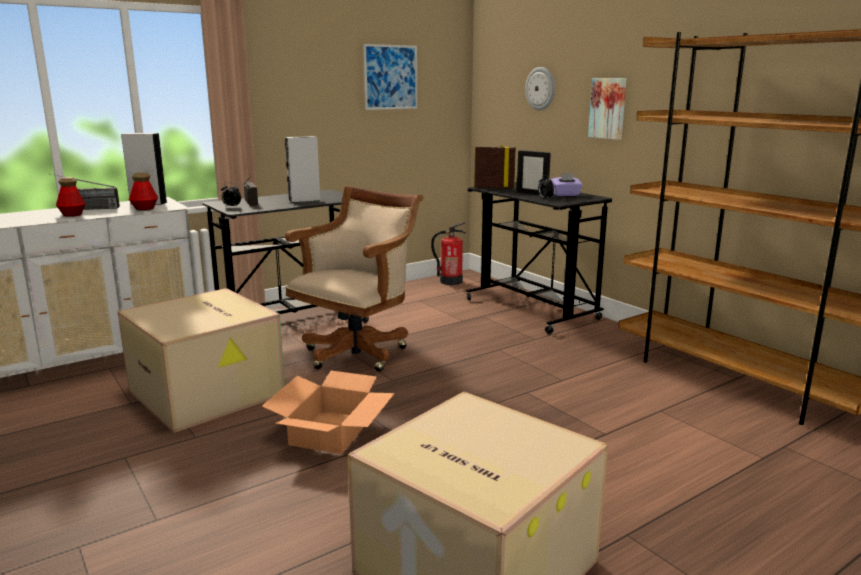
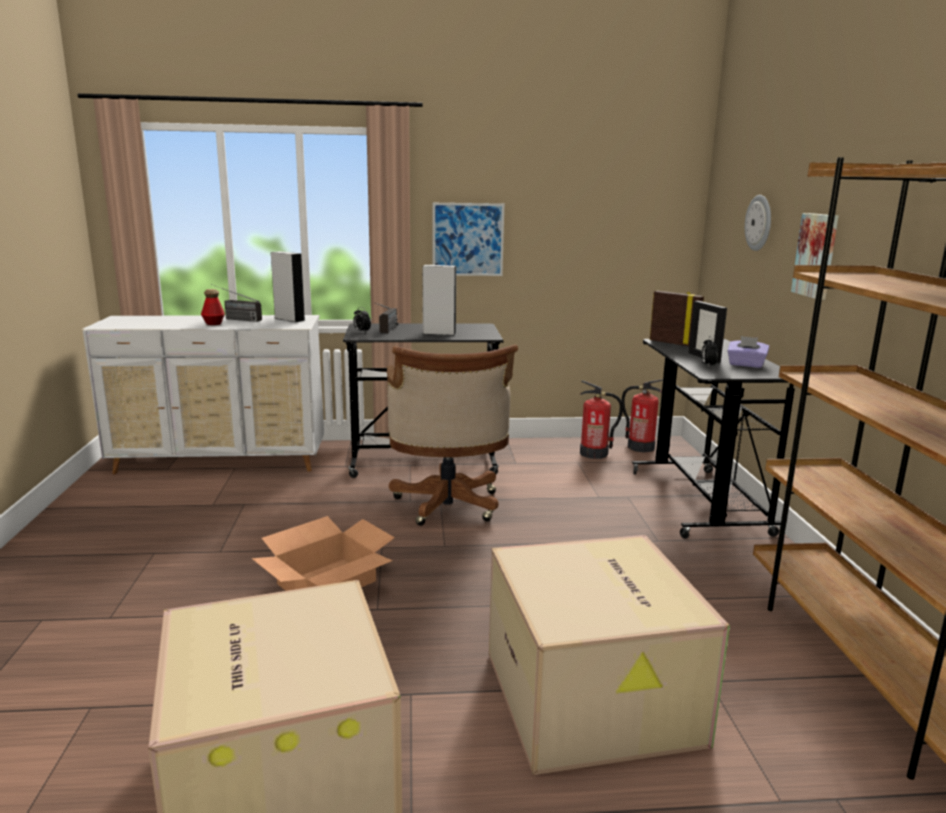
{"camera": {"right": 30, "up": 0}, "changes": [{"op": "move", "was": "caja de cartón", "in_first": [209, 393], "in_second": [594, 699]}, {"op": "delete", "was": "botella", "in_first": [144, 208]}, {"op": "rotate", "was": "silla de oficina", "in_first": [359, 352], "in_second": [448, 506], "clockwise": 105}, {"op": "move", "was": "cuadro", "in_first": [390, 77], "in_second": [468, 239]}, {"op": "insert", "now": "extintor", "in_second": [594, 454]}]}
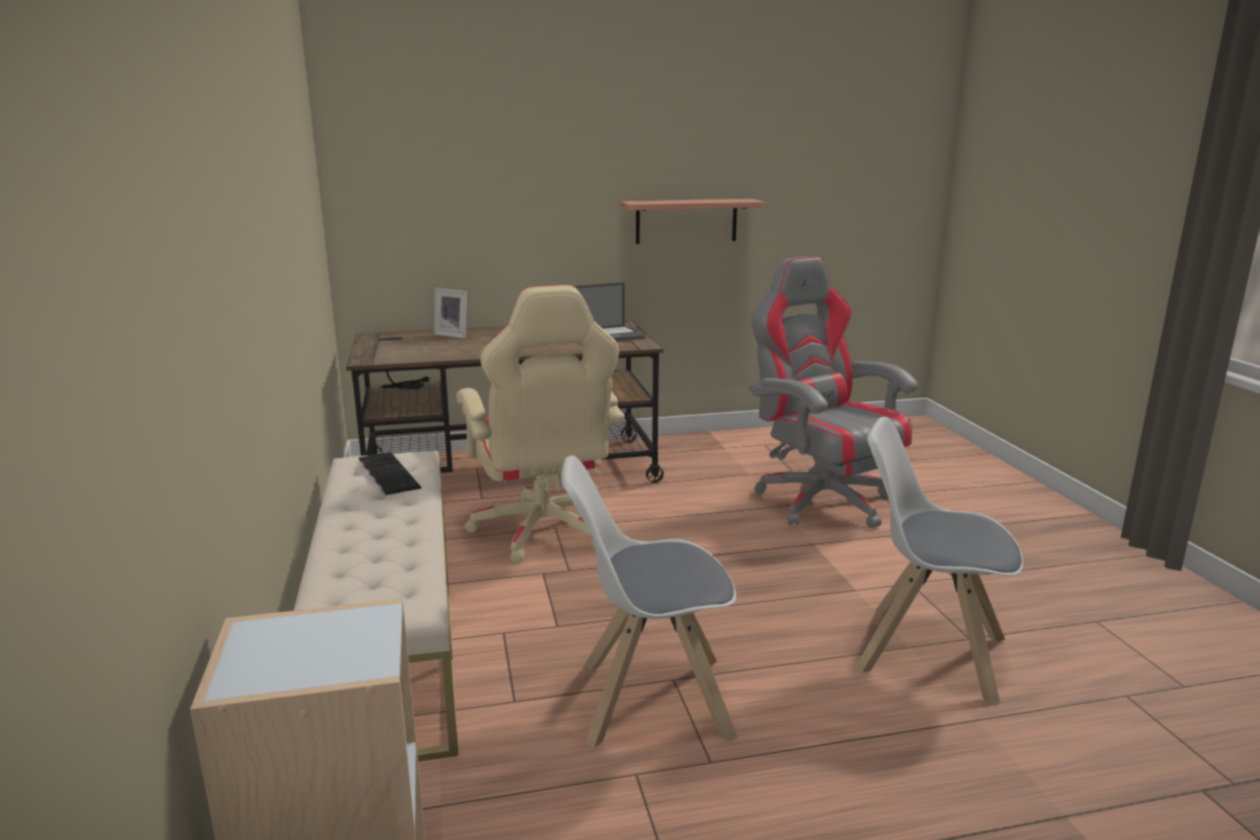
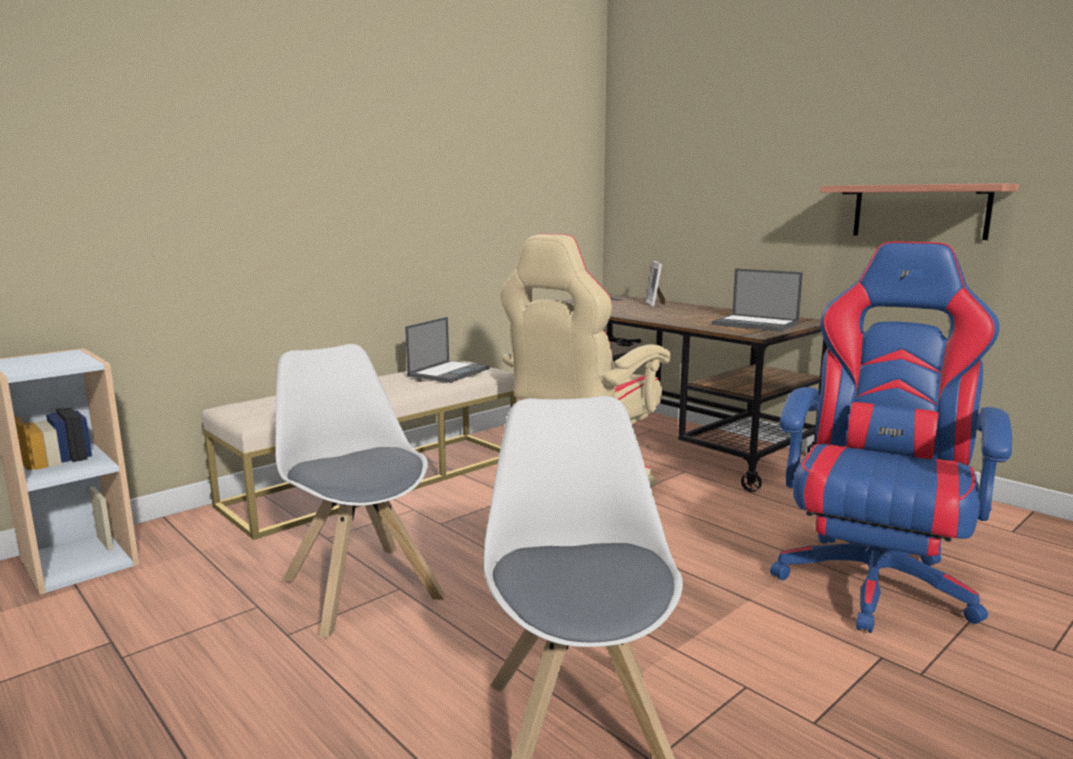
{"camera": {"right": 60, "up": -5}, "changes": [{"op": "replace", "was": "teclado", "now": "portátil", "in_first": [386, 473], "in_second": [449, 372]}, {"op": "recolor", "was": "silla de oficina [gris]", "now": "silla de oficina [azul]", "in_first": [824, 502], "in_second": [873, 584]}]}
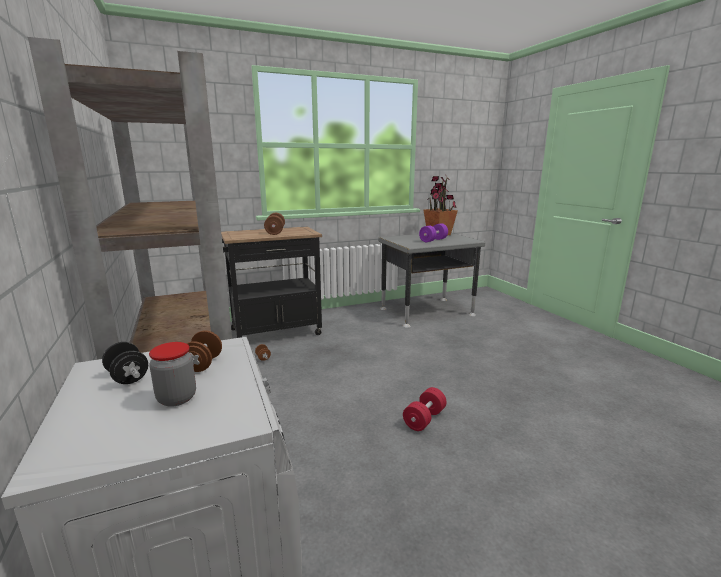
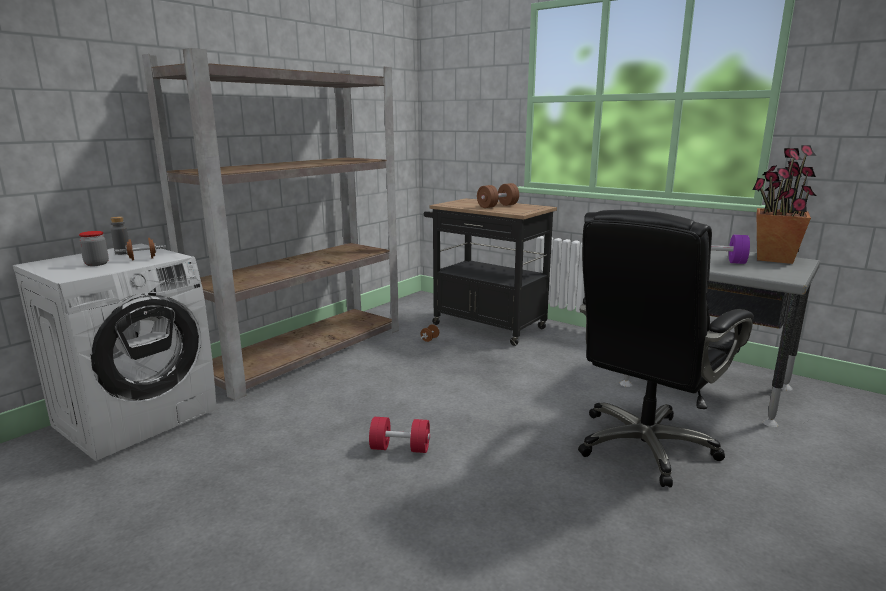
{"camera": {"right": 60, "up": 0}, "changes": [{"op": "replace", "was": "mancuerna [negro]", "now": "botella [gris]", "in_first": [128, 377], "in_second": [122, 253]}, {"op": "insert", "now": "silla de oficina [negro]", "in_second": [645, 443]}]}
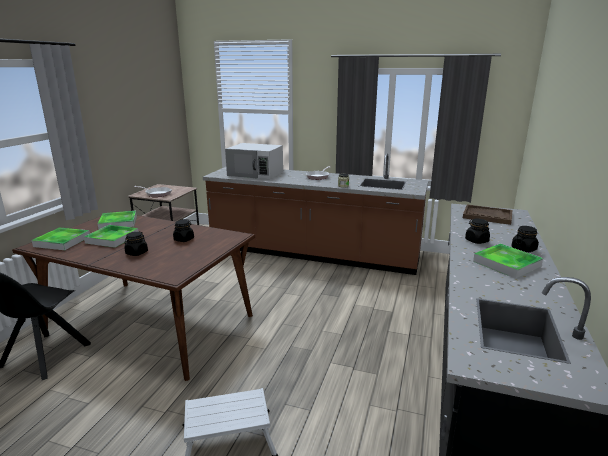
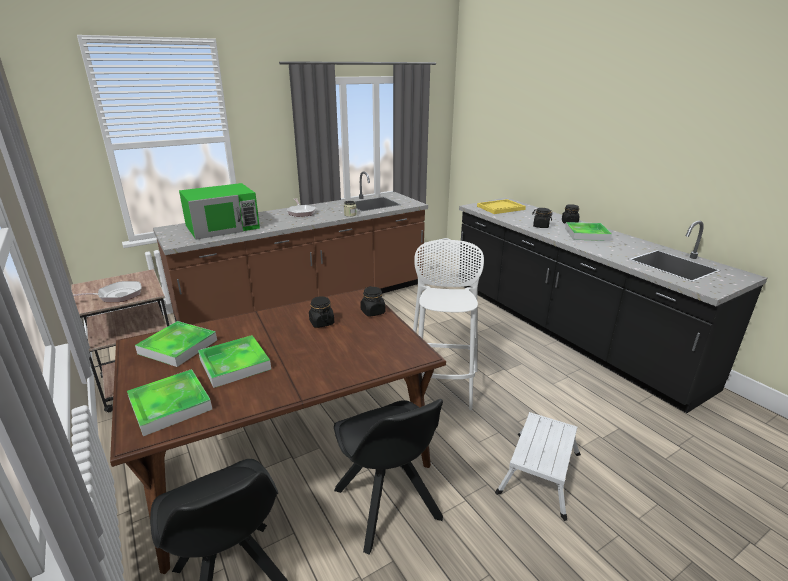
{"camera": {"right": -50, "up": 5}, "changes": [{"op": "move", "was": "tarro [negro]", "in_first": [136, 253], "in_second": [373, 312]}, {"op": "recolor", "was": "microondas [blanco]", "now": "microondas [verde]", "in_first": [256, 173], "in_second": [223, 227]}, {"op": "recolor", "was": "bandeja [marrón]", "now": "bandeja [amarillo]", "in_first": [487, 216], "in_second": [500, 208]}, {"op": "insert", "now": "silla [negro]", "in_second": [388, 506]}, {"op": "insert", "now": "taburete [blanco]", "in_second": [442, 385]}]}
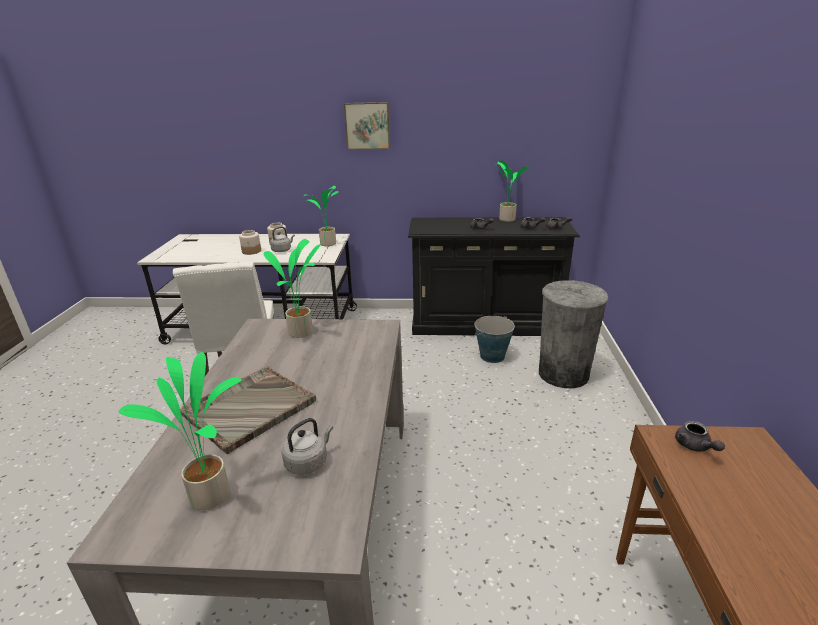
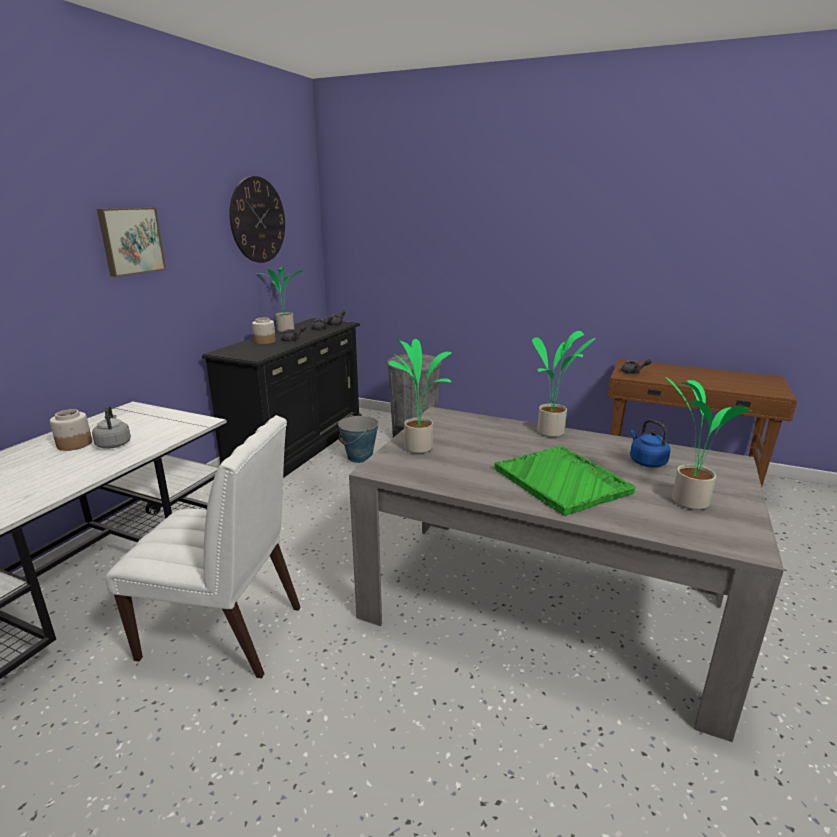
{"camera": {"right": -70, "up": -5}, "changes": [{"op": "recolor", "was": "bandeja [gris]", "now": "bandeja [verde]", "in_first": [248, 409], "in_second": [562, 481]}, {"op": "move", "was": "tarro", "in_first": [251, 251], "in_second": [265, 341]}, {"op": "recolor", "was": "hervidor [gris]", "now": "hervidor [azul]", "in_first": [308, 462], "in_second": [646, 462]}, {"op": "move", "was": "planta en maceta", "in_first": [328, 244], "in_second": [552, 432]}, {"op": "insert", "now": "reloj de pared", "in_second": [258, 220]}]}
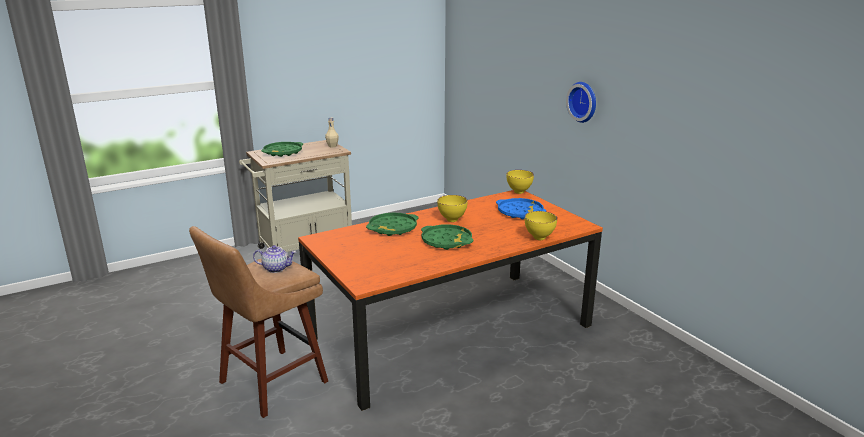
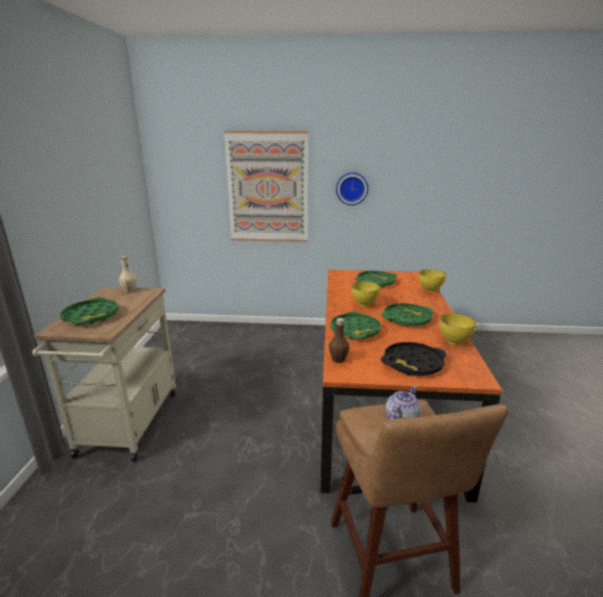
{"camera": {"right": -55, "up": 0}, "changes": [{"op": "recolor", "was": "bandeja [azul]", "now": "bandeja [verde]", "in_first": [520, 212], "in_second": [375, 282]}, {"op": "move", "was": "cuenco [amarillo]", "in_first": [518, 192], "in_second": [453, 343]}, {"op": "insert", "now": "cuadro", "in_second": [267, 188]}, {"op": "insert", "now": "botella [marrón]", "in_second": [338, 359]}, {"op": "insert", "now": "bandeja [negro]", "in_second": [413, 363]}]}
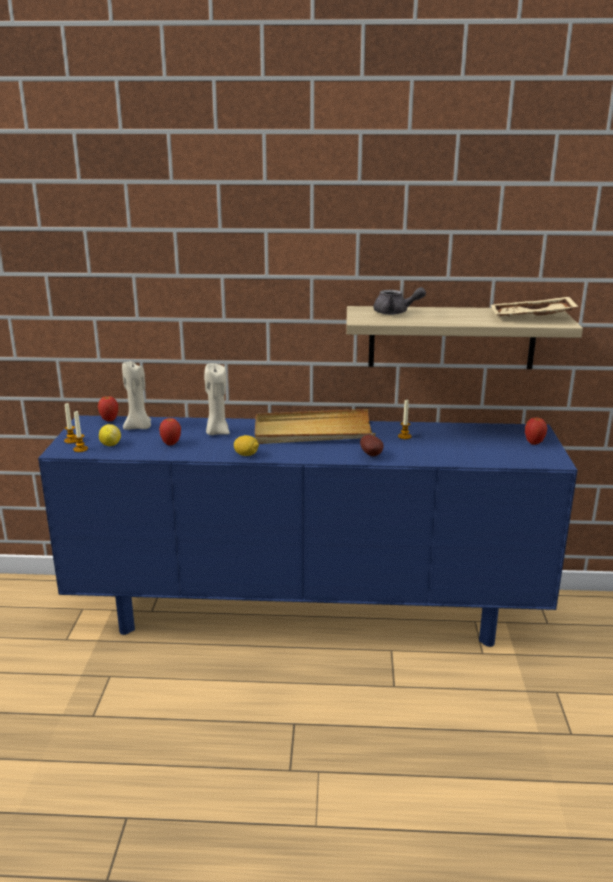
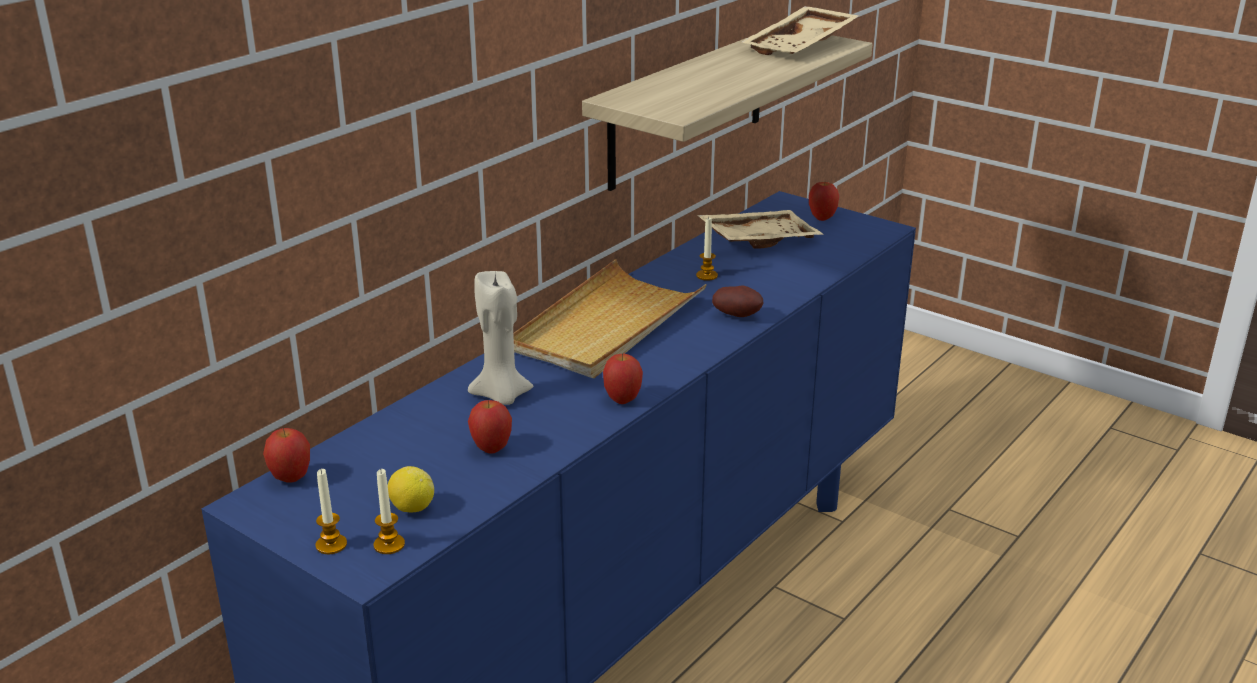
{"camera": {"right": -55, "up": 5}, "changes": [{"op": "delete", "was": "vela [beis]", "in_first": [139, 427]}, {"op": "replace", "was": "limón", "now": "manzana", "in_first": [246, 455], "in_second": [622, 400]}, {"op": "delete", "was": "tetera [gris]", "in_first": [395, 313]}, {"op": "insert", "now": "bandeja [beis]", "in_second": [758, 239]}]}
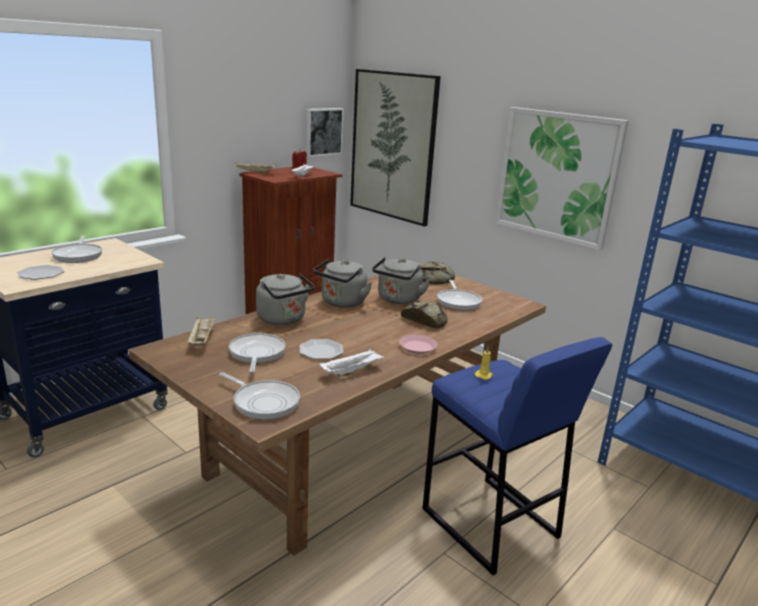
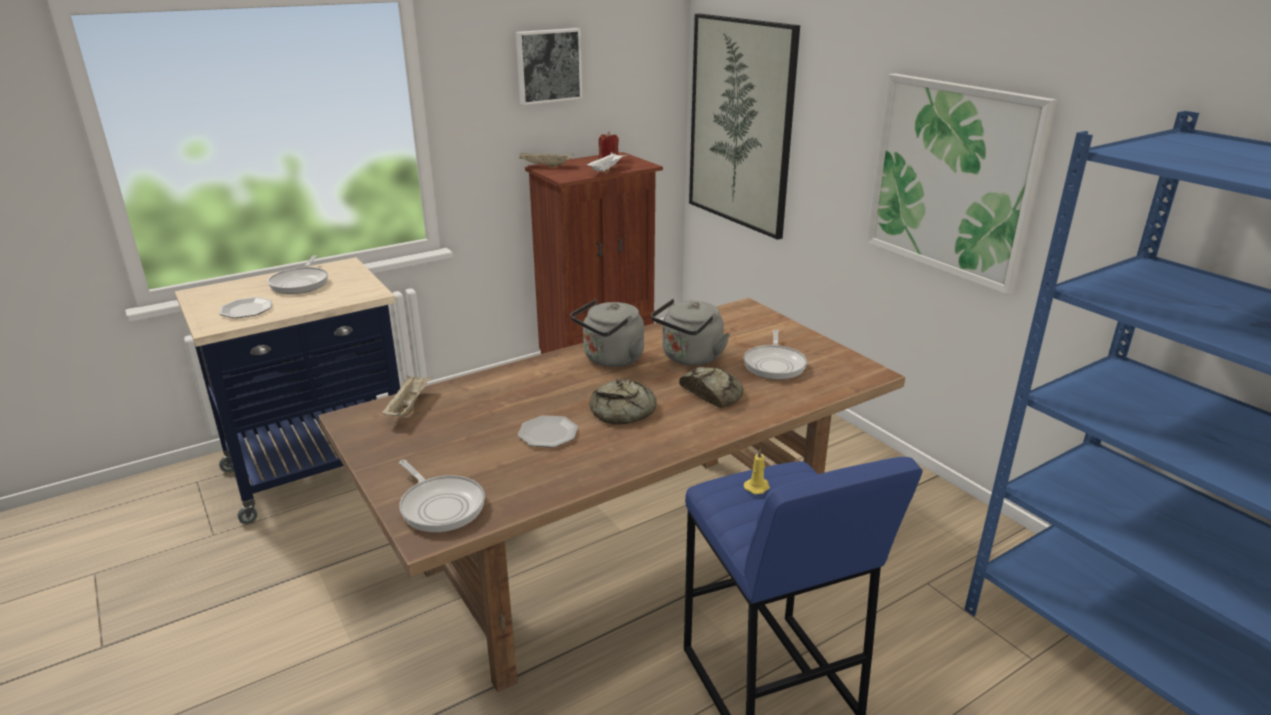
{"camera": {"right": 15, "up": 5}, "changes": [{"op": "delete", "was": "sartén", "in_first": [256, 354]}, {"op": "delete", "was": "hervidor [gris]", "in_first": [283, 320]}, {"op": "move", "was": "cuadro", "in_first": [322, 131], "in_second": [548, 65]}, {"op": "delete", "was": "bandeja [blanco]", "in_first": [352, 371]}, {"op": "delete", "was": "plato [rosa]", "in_first": [417, 347]}, {"op": "move", "was": "pan", "in_first": [436, 279], "in_second": [624, 411]}]}
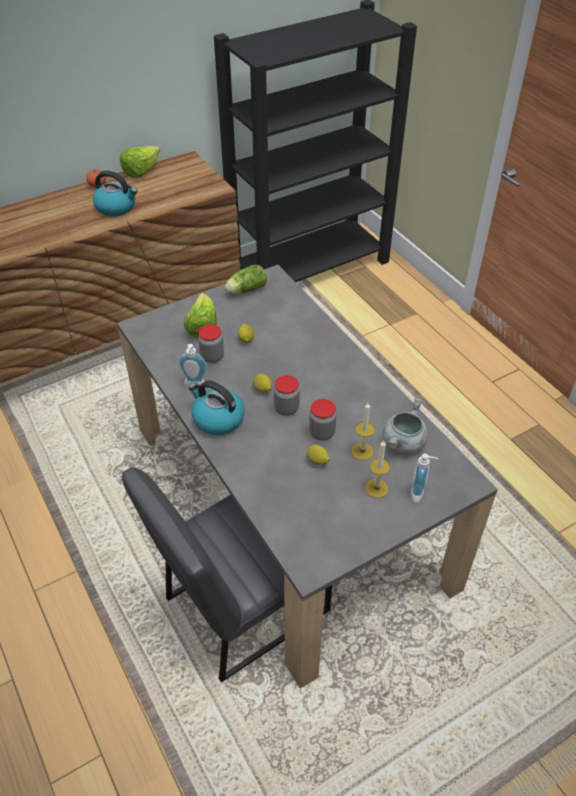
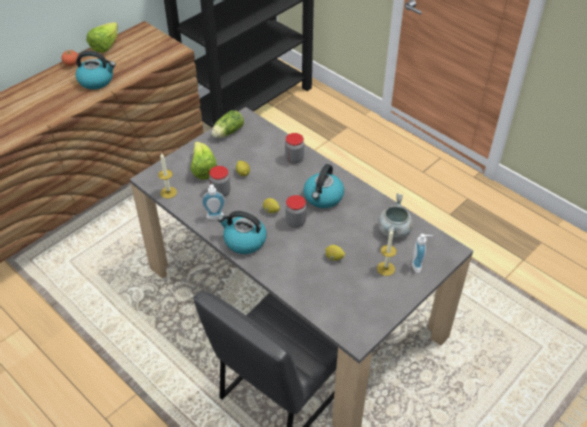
{"camera": {"right": -15, "up": 0}, "changes": [{"op": "move", "was": "tarro", "in_first": [322, 433], "in_second": [294, 159]}, {"op": "move", "was": "vela", "in_first": [362, 451], "in_second": [168, 192]}, {"op": "insert", "now": "hervidor", "in_second": [323, 197]}]}
